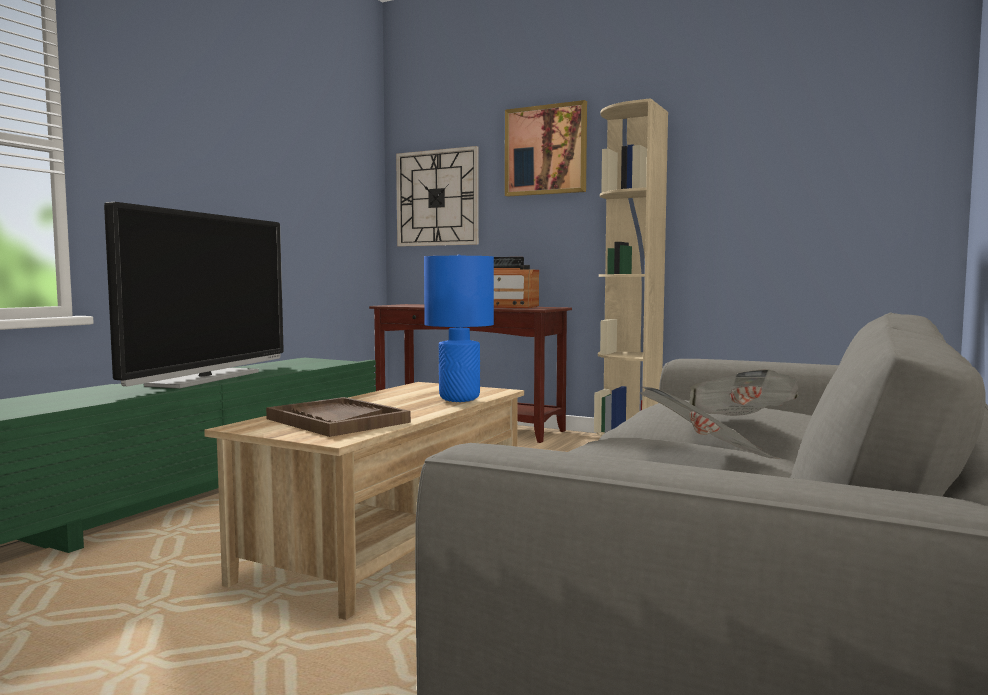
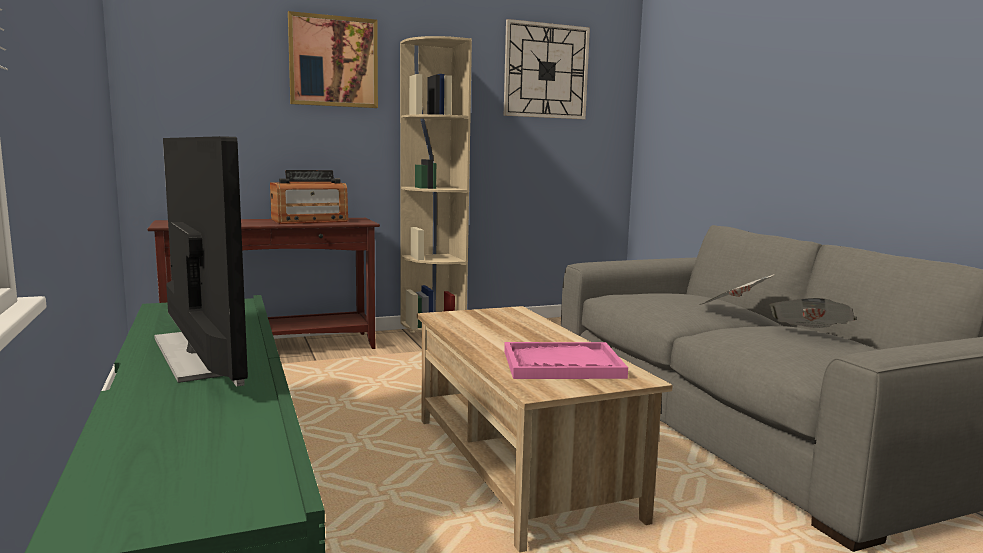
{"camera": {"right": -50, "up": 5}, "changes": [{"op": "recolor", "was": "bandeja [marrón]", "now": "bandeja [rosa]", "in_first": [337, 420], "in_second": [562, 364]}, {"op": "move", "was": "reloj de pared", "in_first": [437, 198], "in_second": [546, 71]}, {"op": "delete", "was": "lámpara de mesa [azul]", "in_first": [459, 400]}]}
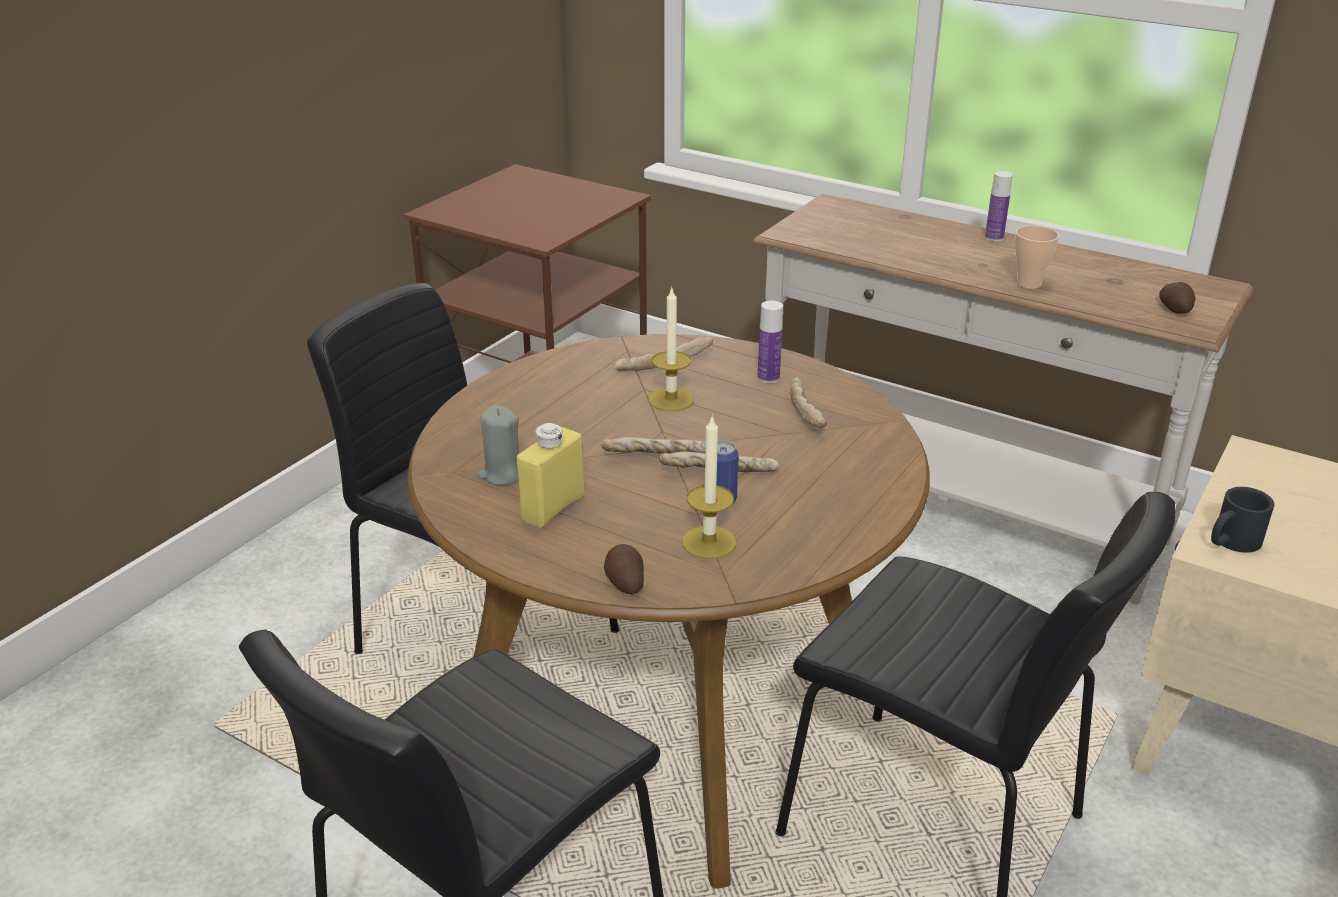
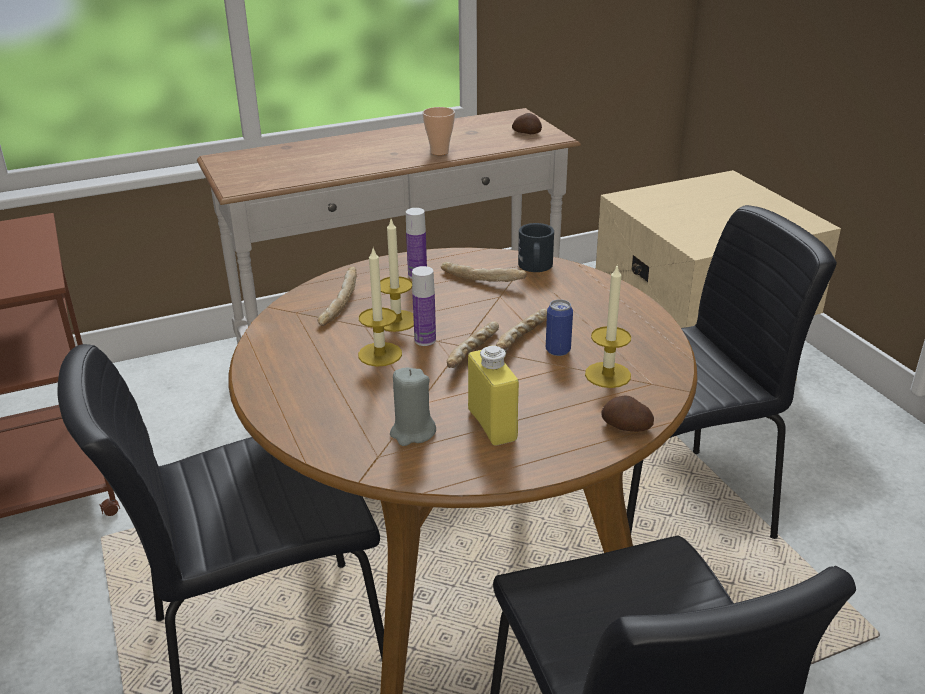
{"camera": {"right": -55, "up": 0}, "changes": [{"op": "move", "was": "botella", "in_first": [994, 238], "in_second": [425, 340]}, {"op": "move", "was": "taza grande [negro]", "in_first": [1230, 542], "in_second": [535, 268]}, {"op": "insert", "now": "vela", "in_second": [380, 354]}]}
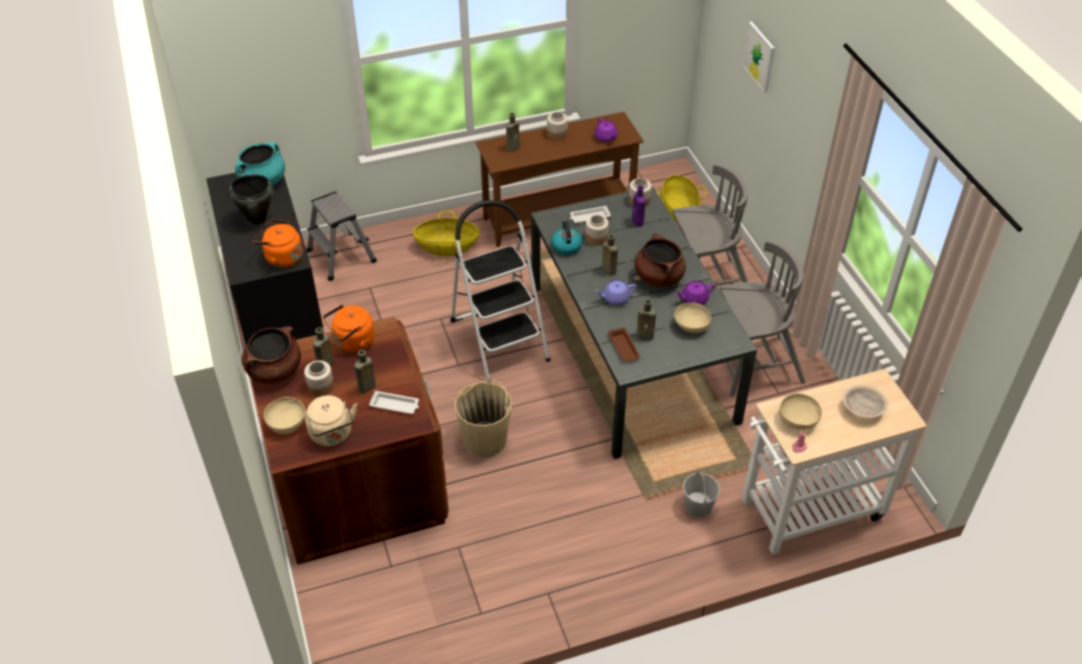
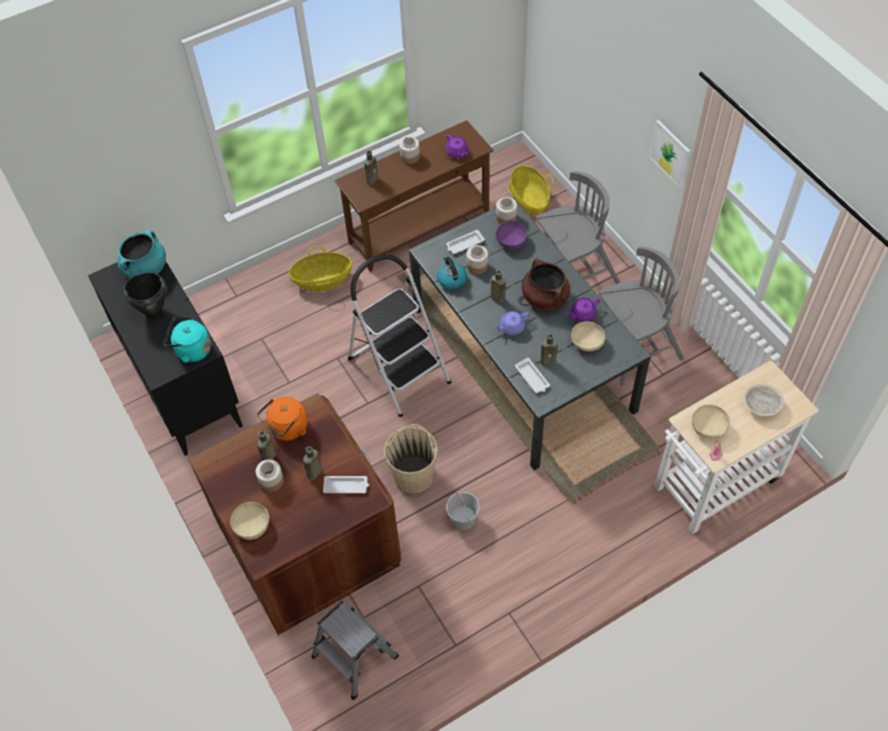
{"camera": {"right": -10, "up": 10}, "changes": [{"op": "delete", "was": "olla [marrón]", "in_first": [274, 370]}, {"op": "recolor", "was": "hervidor [naranja]", "now": "hervidor [turquesa]", "in_first": [281, 257], "in_second": [191, 350]}, {"op": "delete", "was": "hervidor [beis]", "in_first": [332, 435]}, {"op": "move", "was": "escalera de tijera [gris]", "in_first": [341, 256], "in_second": [355, 656]}, {"op": "recolor", "was": "bandeja [marrón]", "now": "bandeja [blanco]", "in_first": [624, 348], "in_second": [532, 378]}, {"op": "replace", "was": "botella [morado]", "now": "cuenco [morado]", "in_first": [638, 222], "in_second": [511, 241]}, {"op": "move", "was": "cubo [blanco]", "in_first": [698, 506], "in_second": [463, 519]}, {"op": "move", "was": "cuadro", "in_first": [759, 56], "in_second": [670, 153]}]}
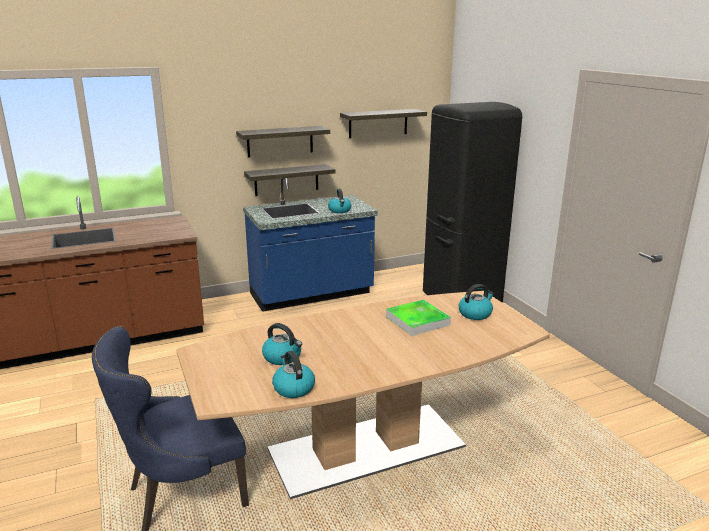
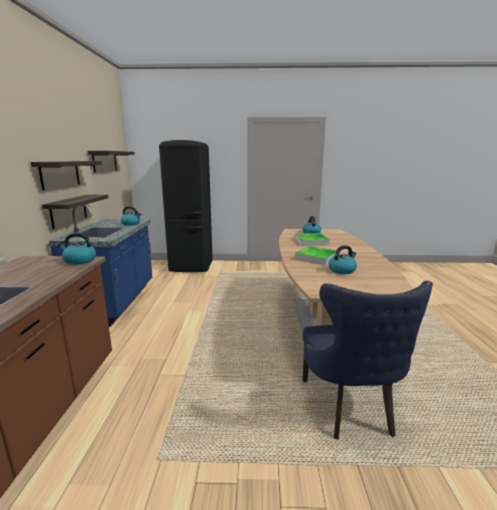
{"camera": {"right": -65, "up": -5}, "changes": [{"op": "move", "was": "hervidor", "in_first": [293, 388], "in_second": [79, 261]}, {"op": "insert", "now": "bandeja", "in_second": [317, 257]}]}
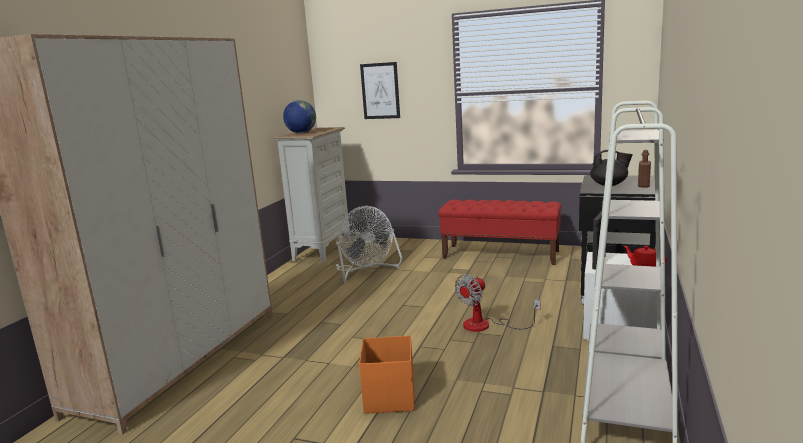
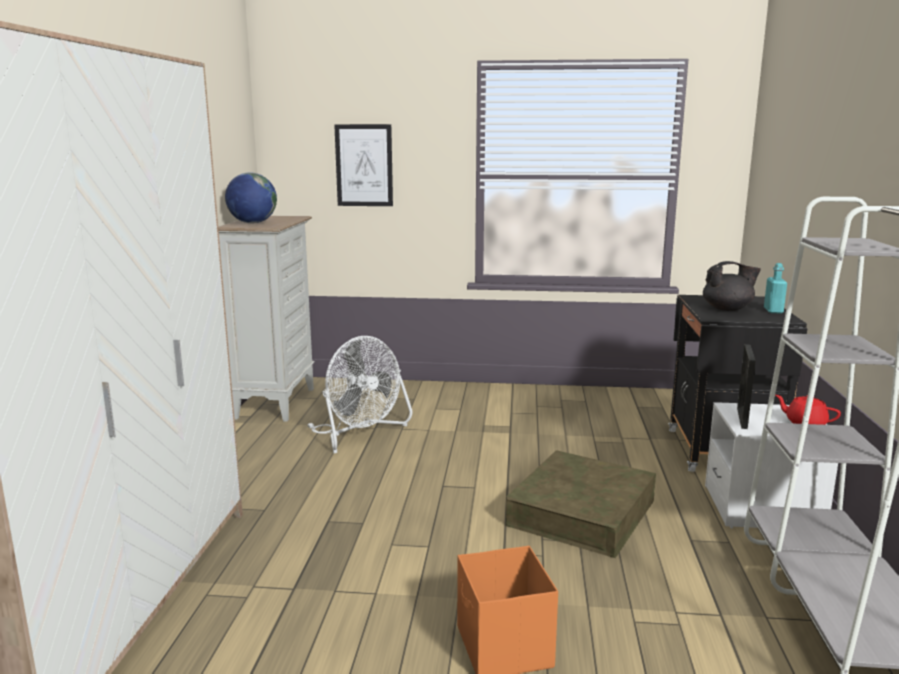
{"camera": {"right": -15, "up": 0}, "changes": [{"op": "delete", "was": "banco [rojo]", "in_first": [501, 254]}, {"op": "replace", "was": "ventilador", "now": "caja de almacenaje [marrón]", "in_first": [486, 325], "in_second": [582, 513]}, {"op": "recolor", "was": "botella [marrón]", "now": "botella [turquesa]", "in_first": [643, 185], "in_second": [773, 311]}]}
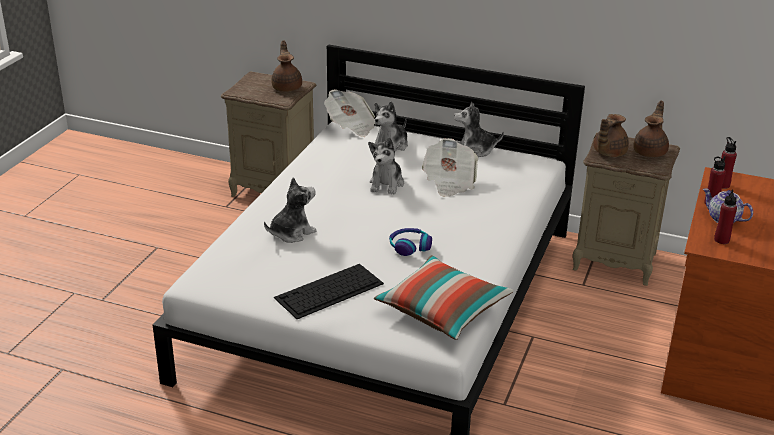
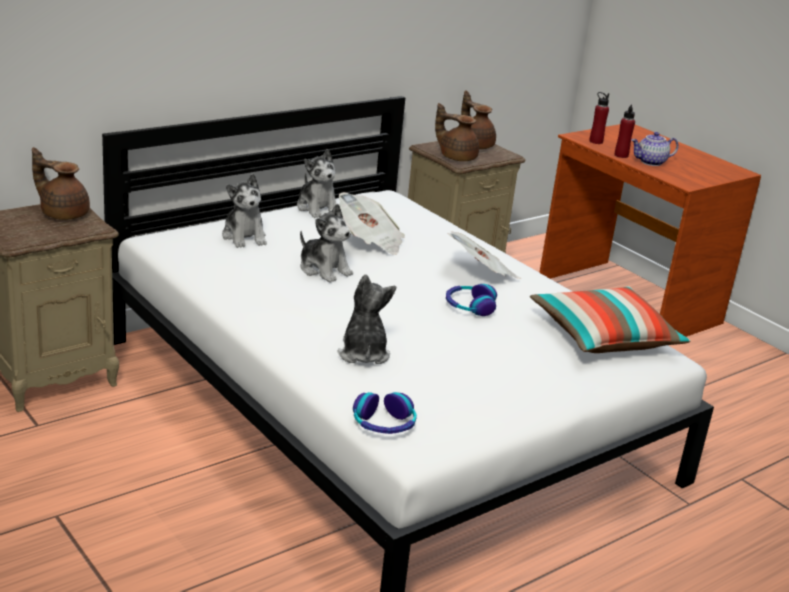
{"camera": {"right": -60, "up": -5}, "changes": [{"op": "delete", "was": "teclado", "in_first": [328, 291]}, {"op": "move", "was": "periódico", "in_first": [351, 126], "in_second": [481, 274]}, {"op": "rotate", "was": "peluche", "in_first": [475, 150], "in_second": [317, 208], "clockwise": -60}, {"op": "rotate", "was": "tetera [marrón]", "in_first": [608, 153], "in_second": [456, 157], "clockwise": 135}, {"op": "delete", "was": "botella [rojo]", "in_first": [721, 240]}, {"op": "insert", "now": "auriculares", "in_second": [384, 424]}]}
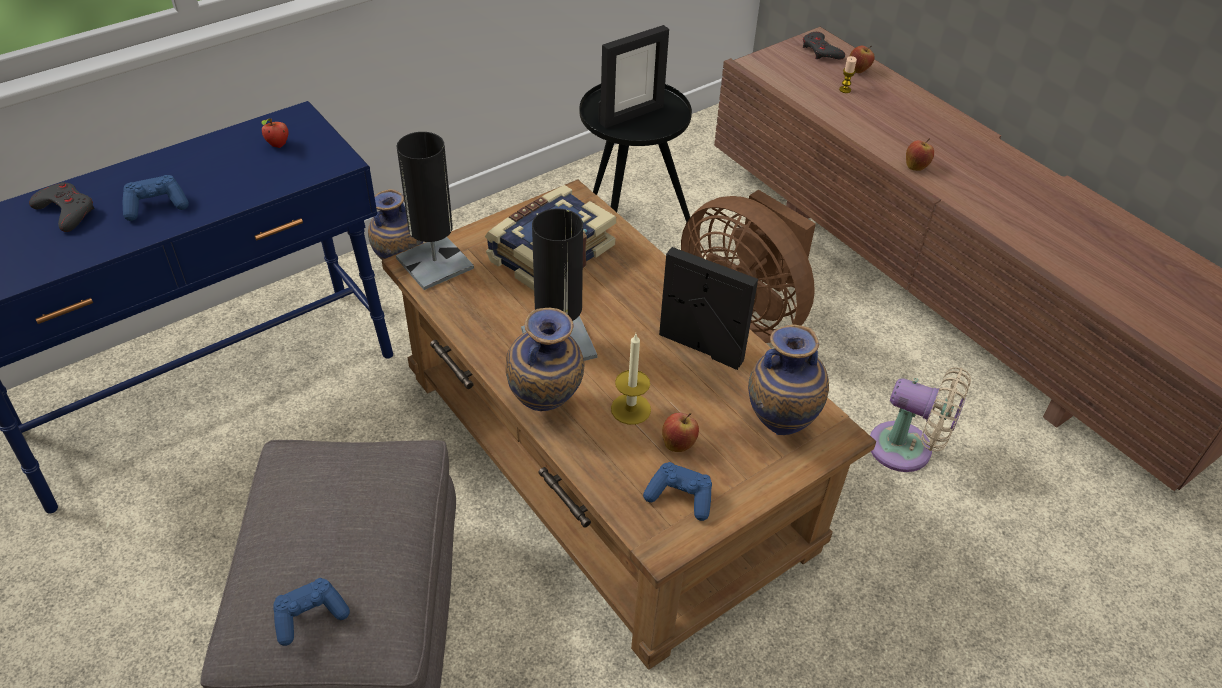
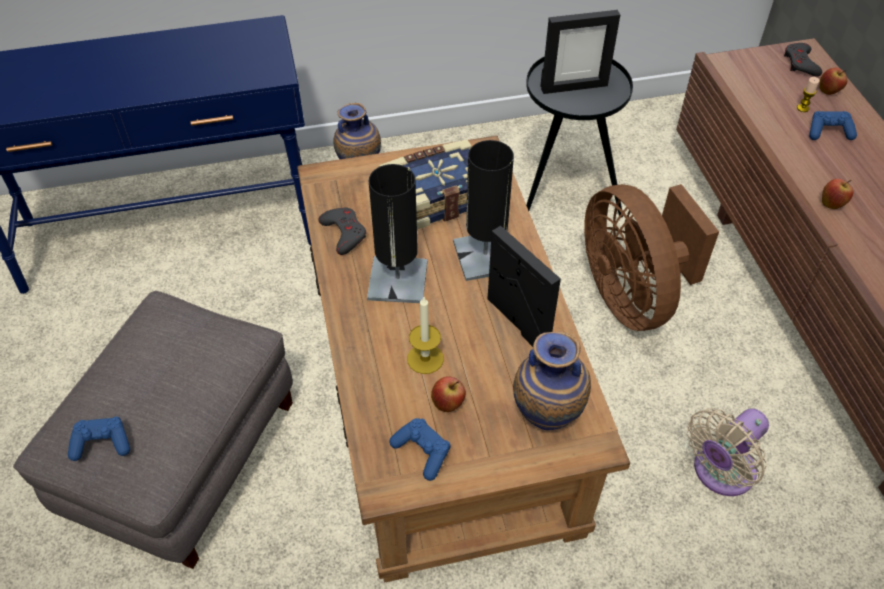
{"camera": {"right": 25, "up": 5}, "changes": [{"op": "move", "was": "mando de consola [gris]", "in_first": [66, 211], "in_second": [344, 233]}, {"op": "move", "was": "mando de consola [azul]", "in_first": [156, 206], "in_second": [828, 132]}, {"op": "delete", "was": "manzana", "in_first": [278, 145]}, {"op": "move", "was": "lámpara de mesa [negro]", "in_first": [434, 263], "in_second": [485, 256]}, {"op": "delete", "was": "florero", "in_first": [546, 408]}, {"op": "rotate", "was": "ventilador [beis]", "in_first": [907, 450], "in_second": [719, 472], "clockwise": 90}]}
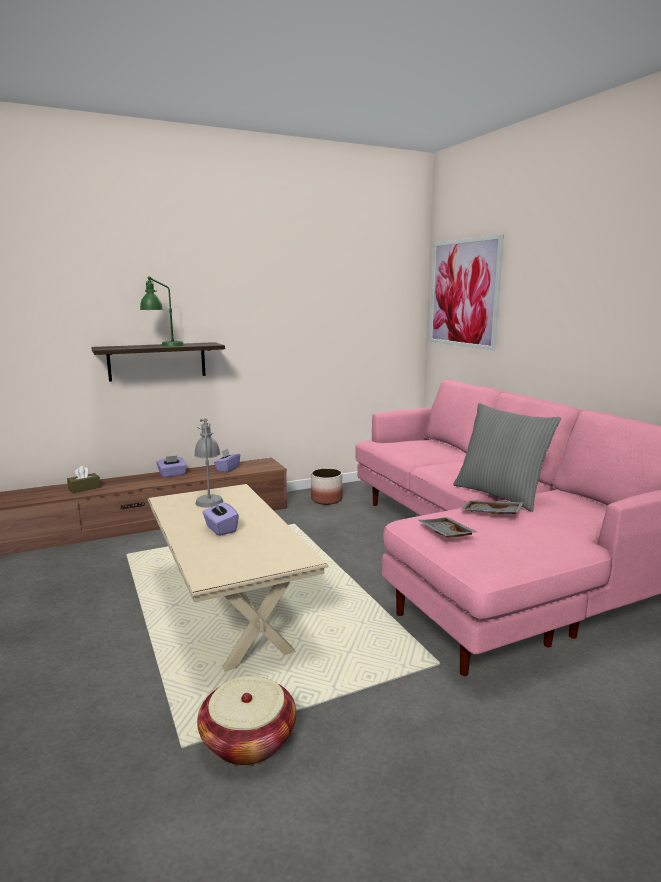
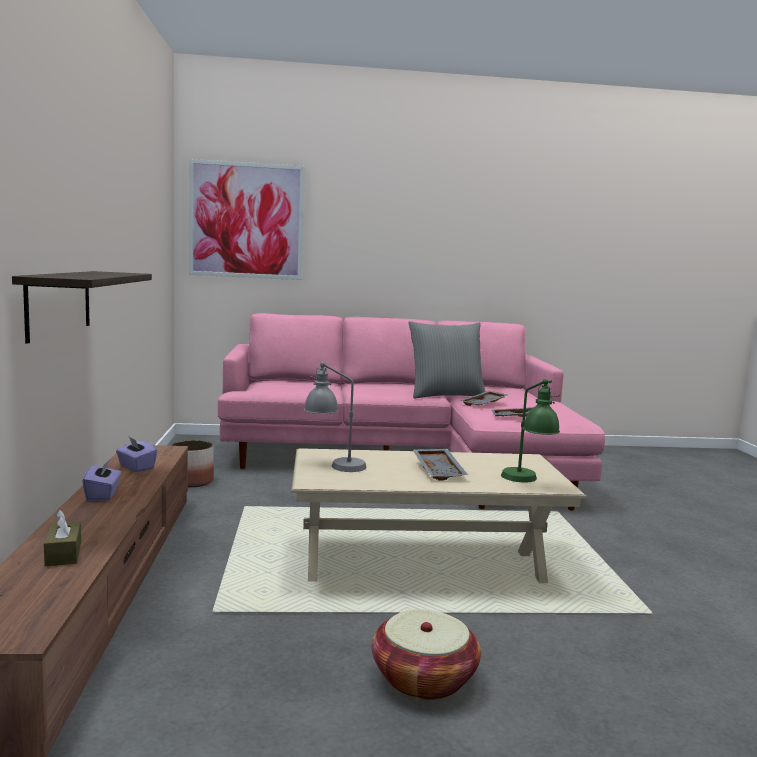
{"camera": {"right": -70, "up": -5}, "changes": [{"op": "move", "was": "lámpara de mesa [verde]", "in_first": [163, 346], "in_second": [528, 481]}, {"op": "move", "was": "cesta", "in_first": [248, 740], "in_second": [424, 679]}, {"op": "replace", "was": "caja de pañuelos [morado]", "now": "bandeja [gris]", "in_first": [220, 529], "in_second": [440, 471]}]}
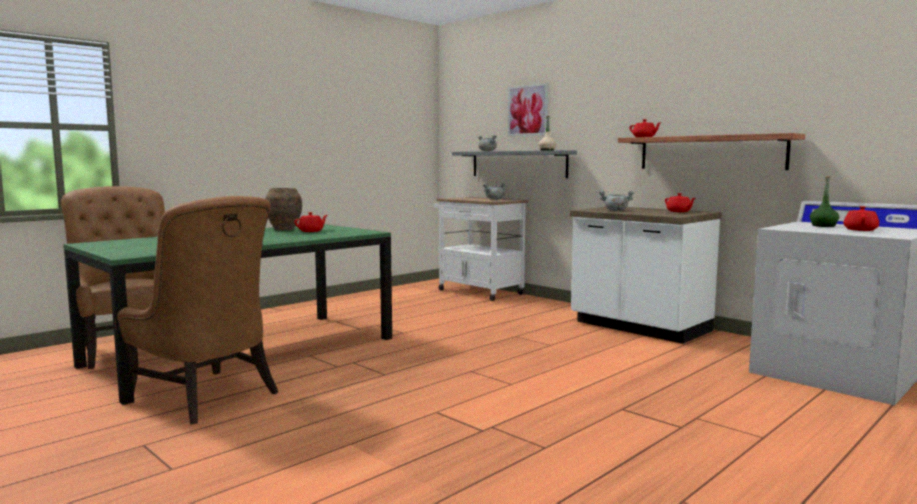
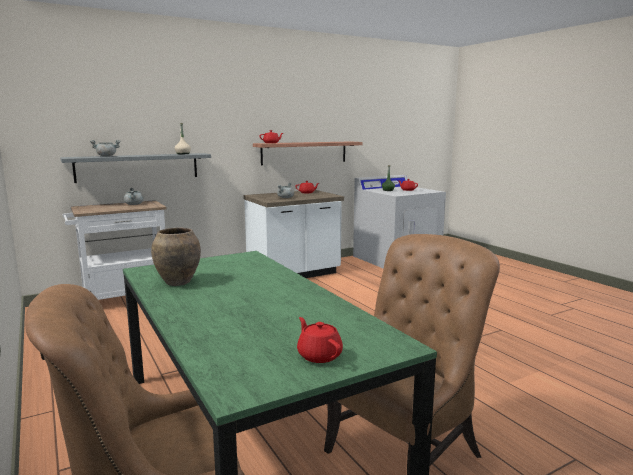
{"camera": {"right": -75, "up": 5}, "changes": [{"op": "move", "was": "tetera [rojo]", "in_first": [311, 231], "in_second": [319, 355]}, {"op": "delete", "was": "cuadro", "in_first": [528, 110]}]}
